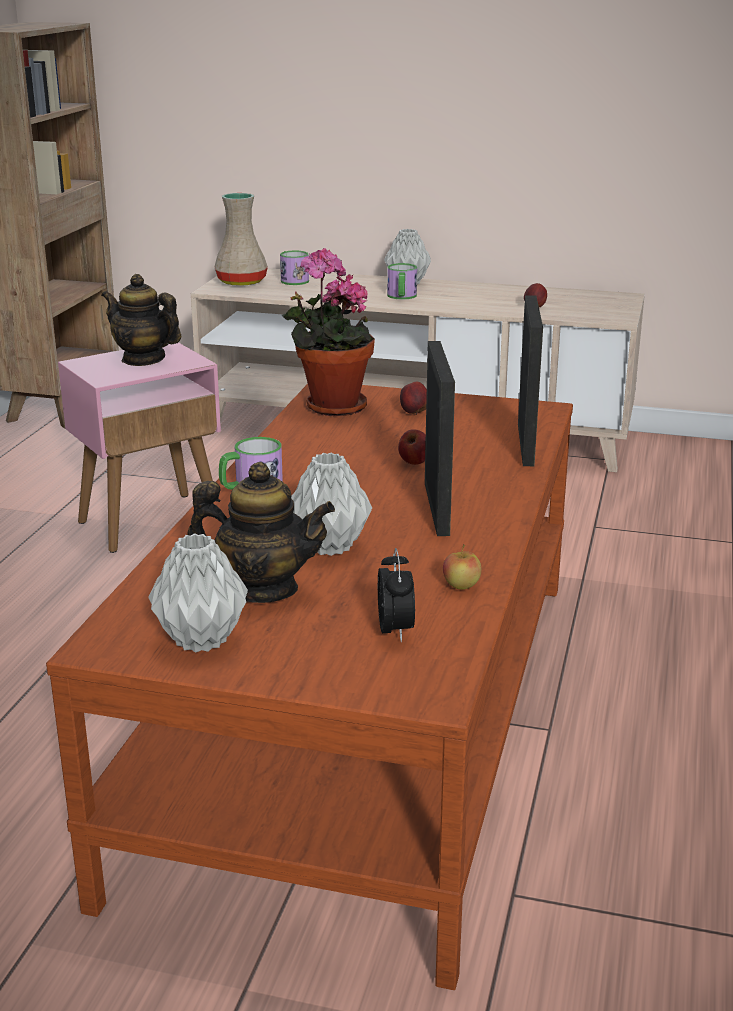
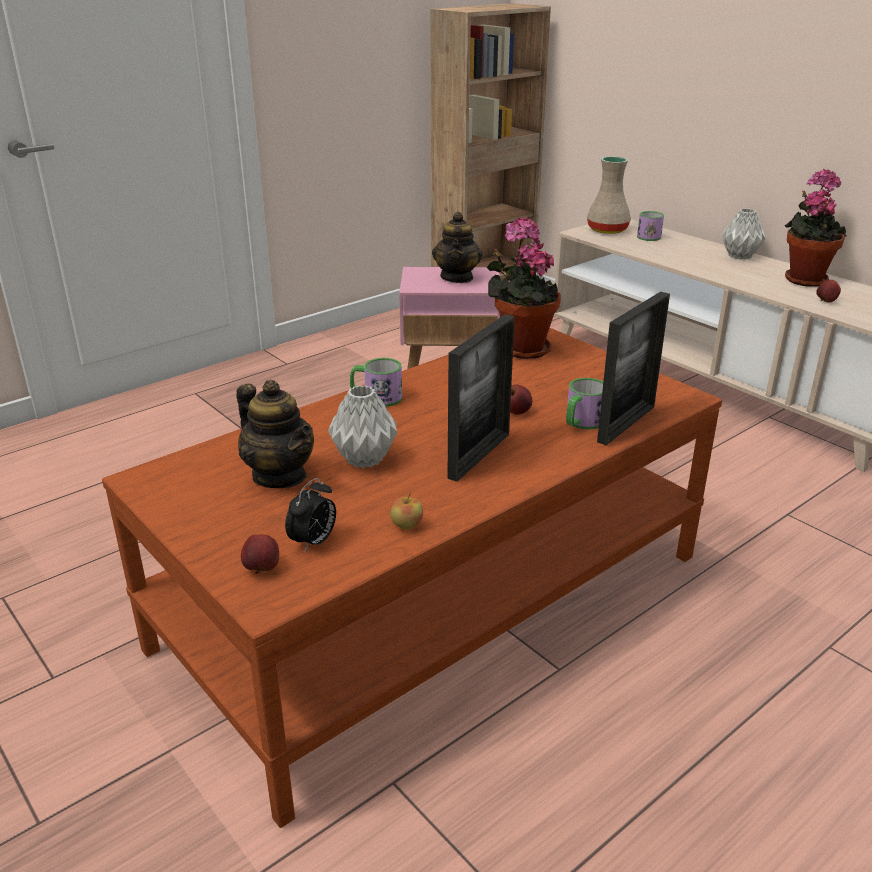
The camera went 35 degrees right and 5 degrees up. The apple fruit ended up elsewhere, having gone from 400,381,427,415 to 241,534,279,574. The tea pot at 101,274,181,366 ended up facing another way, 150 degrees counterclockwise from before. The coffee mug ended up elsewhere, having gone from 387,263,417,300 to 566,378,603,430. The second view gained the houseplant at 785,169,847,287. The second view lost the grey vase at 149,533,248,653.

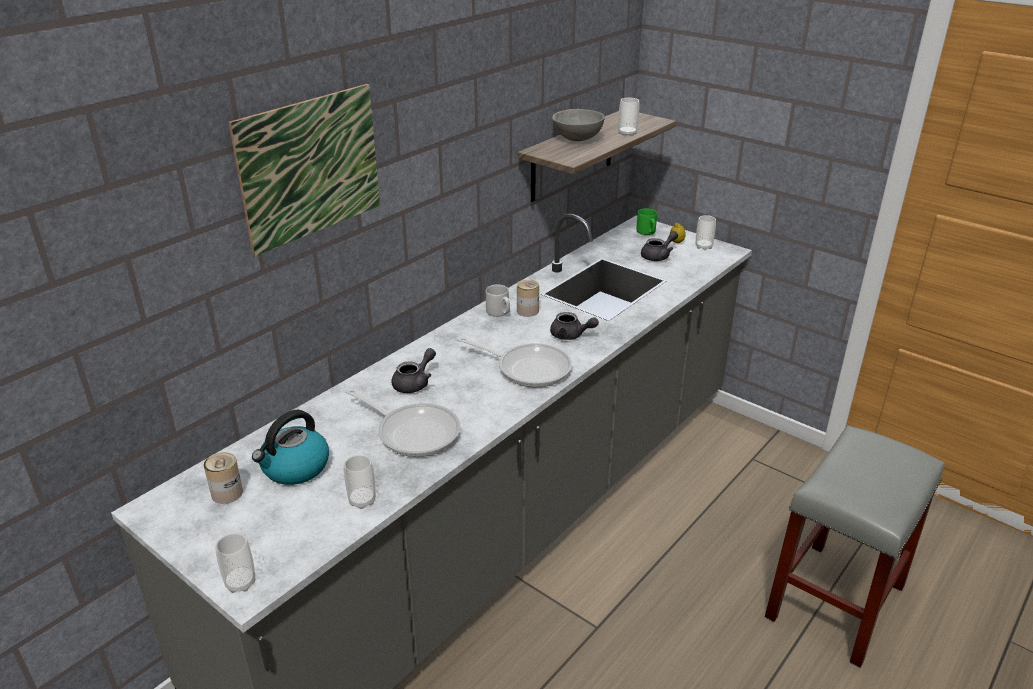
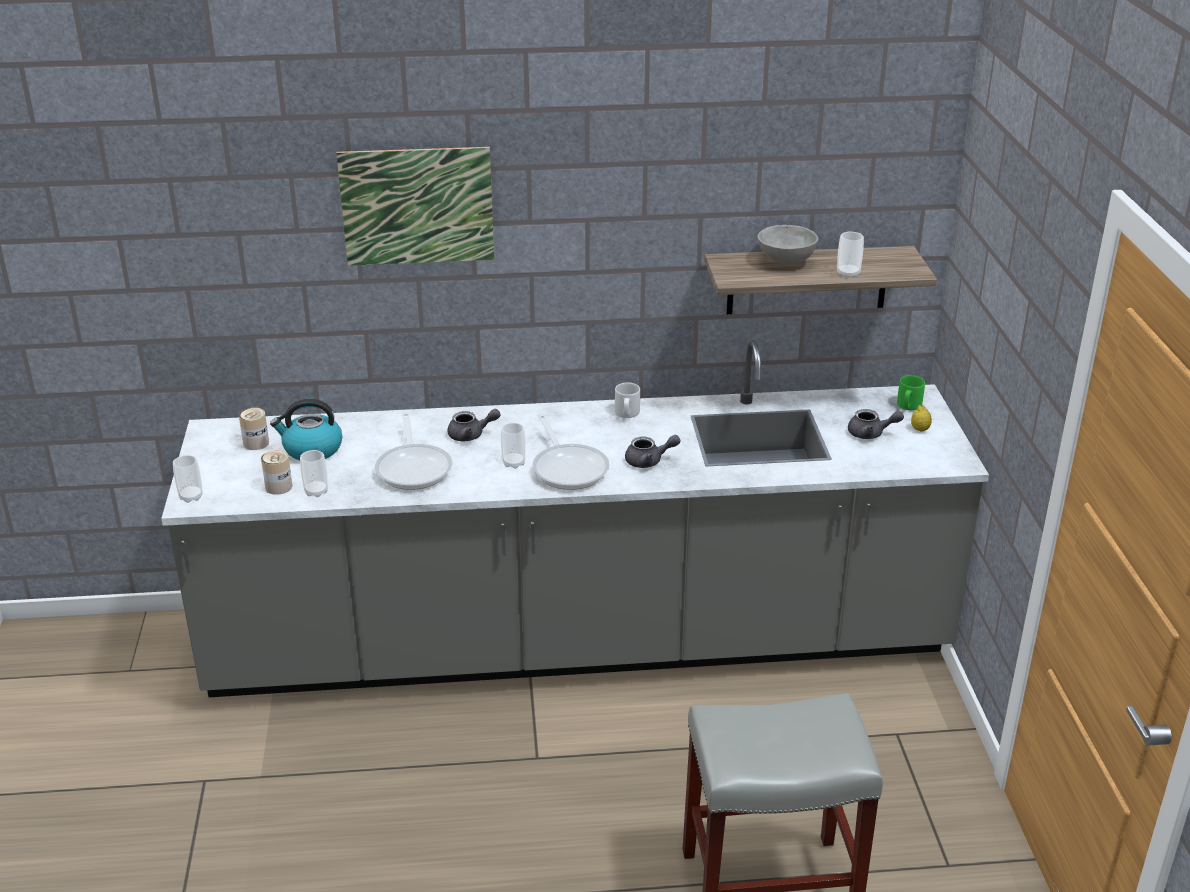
The camera went 45 degrees right and 0 degrees up. The can ended up elsewhere, having gone from 517,280,539,317 to 261,450,292,495. The small cup ended up elsewhere, having gone from 696,215,716,250 to 501,423,525,469. The grey tea pot at 550,312,599,340 ended up facing another way, 75 degrees counterclockwise from before.

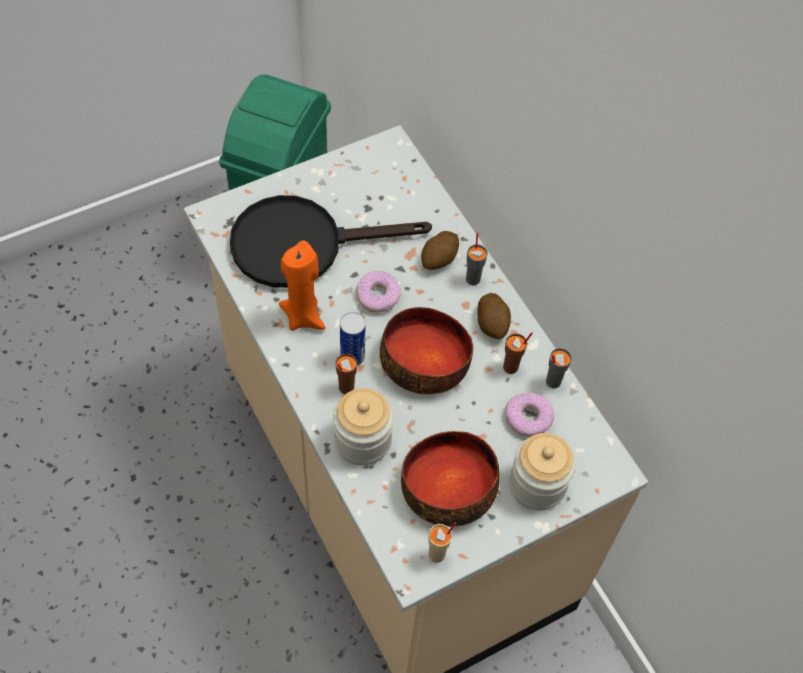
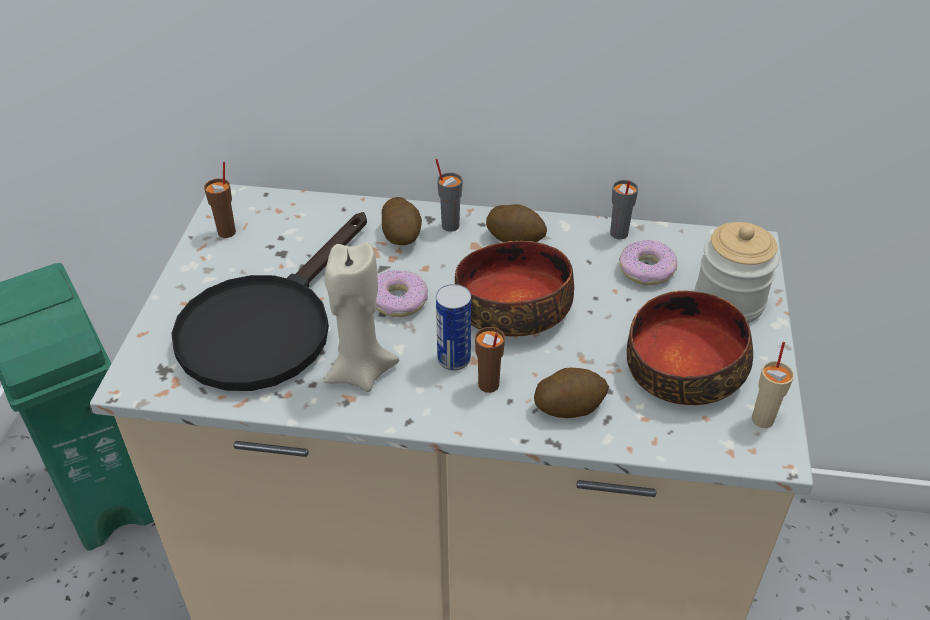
The camera went 50 degrees left and 15 degrees down. The brown small cup ended up elsewhere, having gone from 503,332,533,374 to 204,162,236,238. What was the orangey wax light at 278,240,325,331 turned into the beige-coloured wax light at 324,242,399,392. Where the jar stood at 333,388,393,465, the whole potato came to stand at 534,367,609,418.

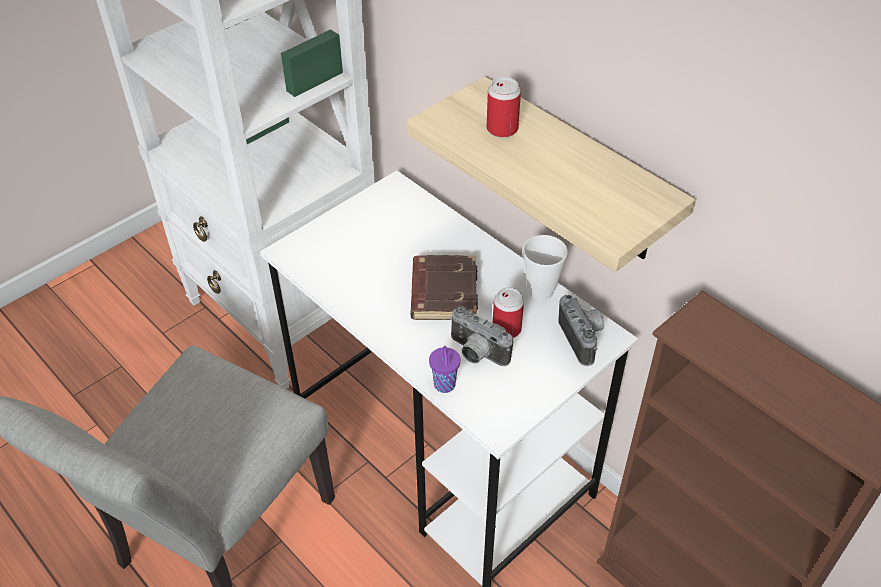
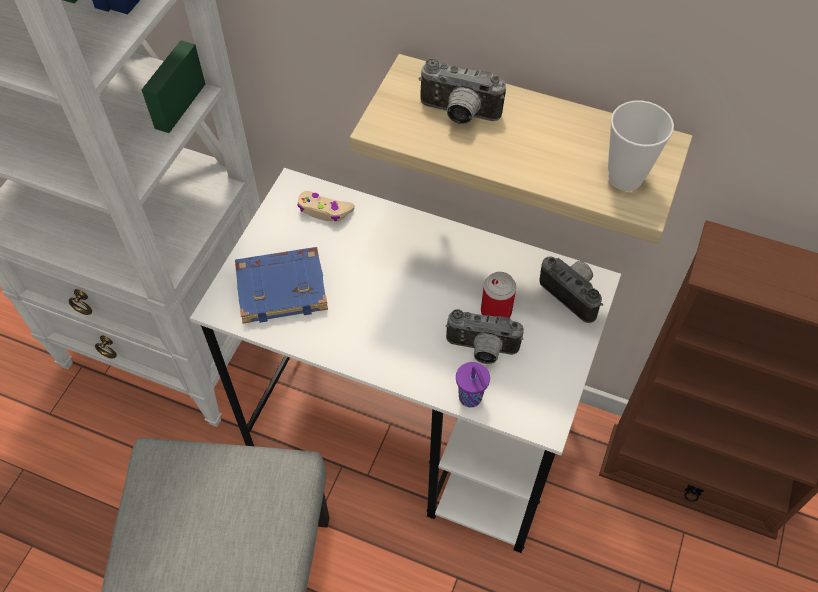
The camera went 25 degrees left and 10 degrees up. The second view gained the blue-coloured volume at 235,247,328,323. The second view gained the beige-coloured gamepad at 297,191,355,221. Where the can stood at 486,77,521,137, the photo camera came to stand at 419,59,506,125. The small cup ended up elsewhere, having gone from 523,235,568,301 to 608,101,674,191. The second view lost the brown volume at 411,255,478,320.

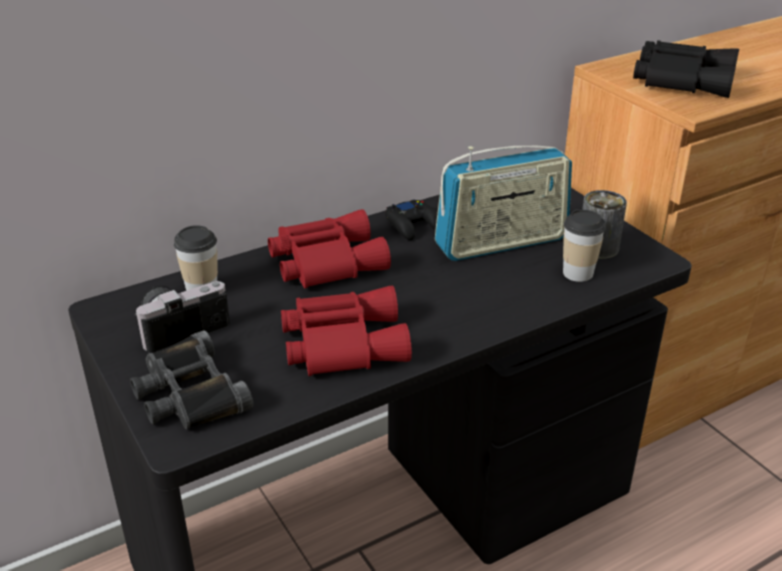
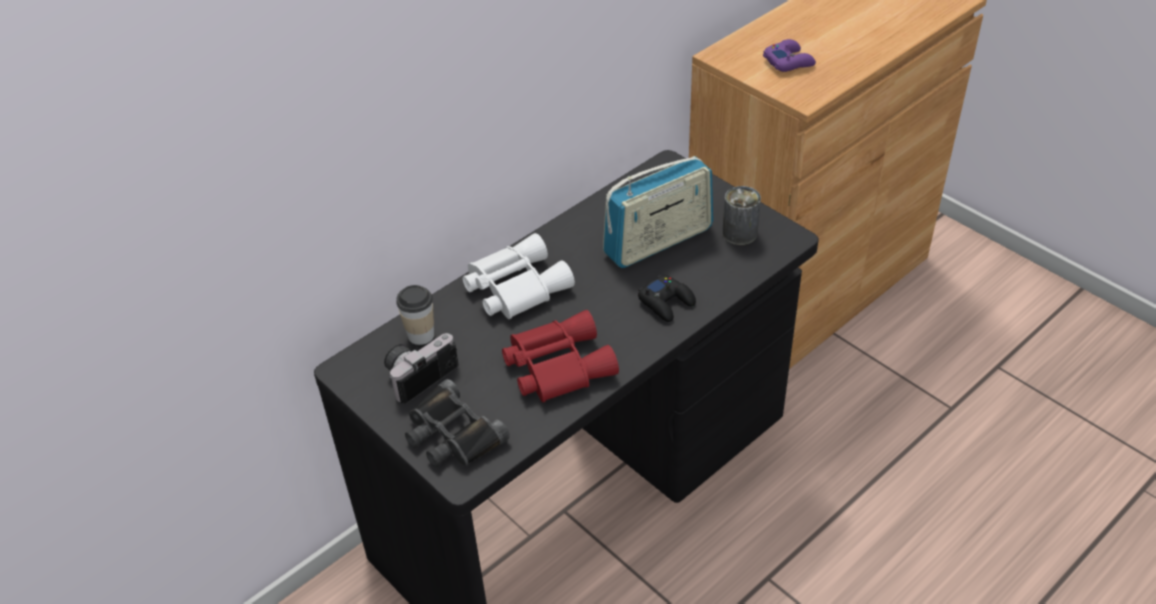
The camera went 10 degrees left and 10 degrees up. What was the red-coloured binoculars at 268,209,391,288 turned into the white-coloured binoculars at 462,233,575,319. The black-coloured gamepad ended up elsewhere, having gone from 385,199,438,240 to 638,275,696,322. Where the black-coloured binoculars stood at 633,40,739,98, the purplish gamepad came to stand at 763,39,816,72. The second view lost the small cup at 563,209,606,282.

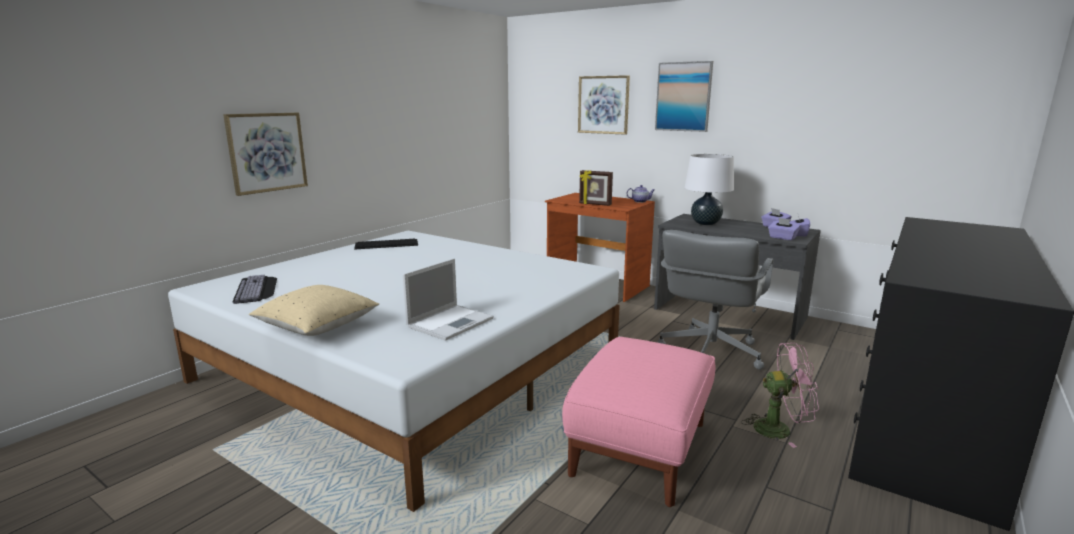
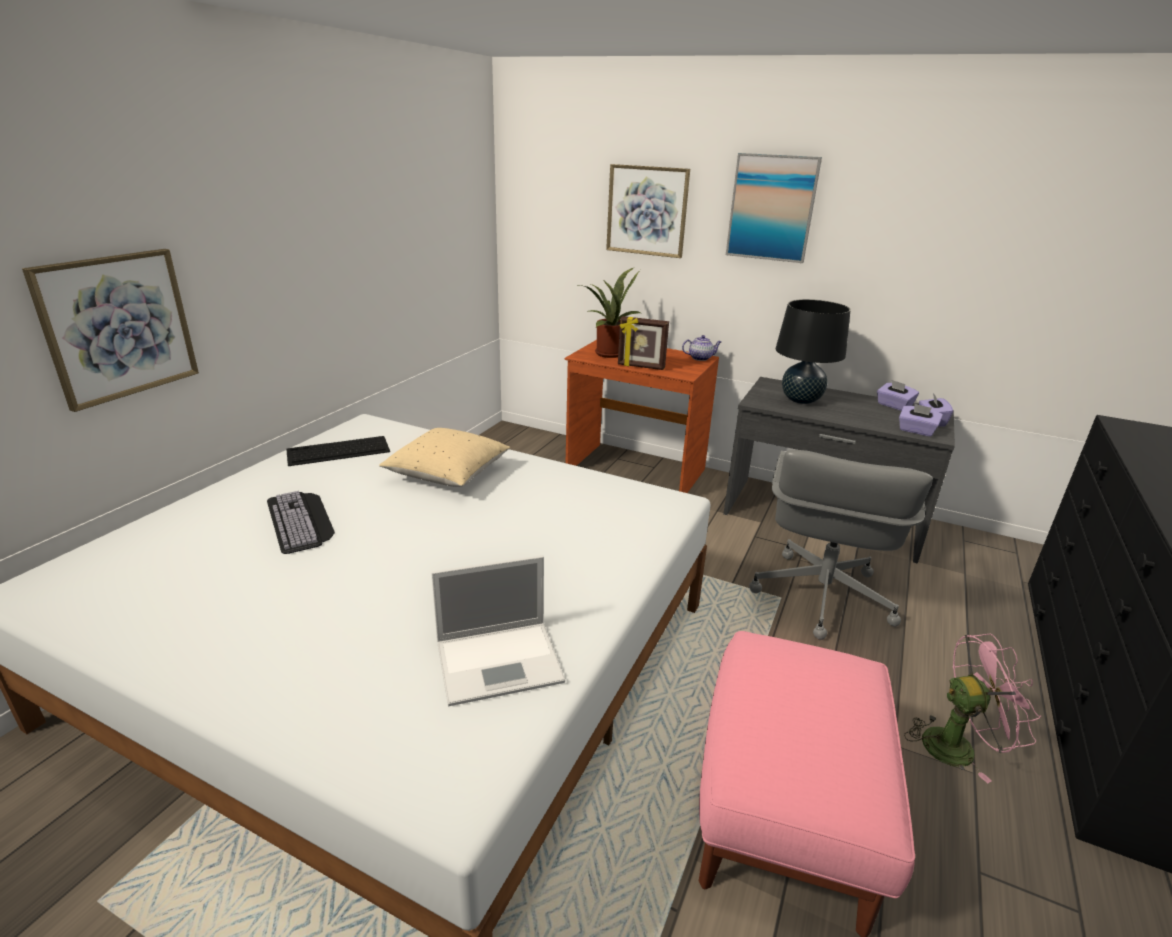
The camera went 10 degrees left and 10 degrees up. The keyboard ended up elsewhere, having gone from 232,275,277,304 to 267,491,335,554. The beige-coloured cushion ended up elsewhere, having gone from 249,285,379,336 to 379,428,510,487. The laptop at 403,259,494,341 ended up facing another way, 45 degrees clockwise from before. The second view gained the houseplant at 576,267,643,358. What was the white-coloured lamp for a table at 685,154,734,225 turned into the black-coloured lamp for a table at 776,299,851,404.

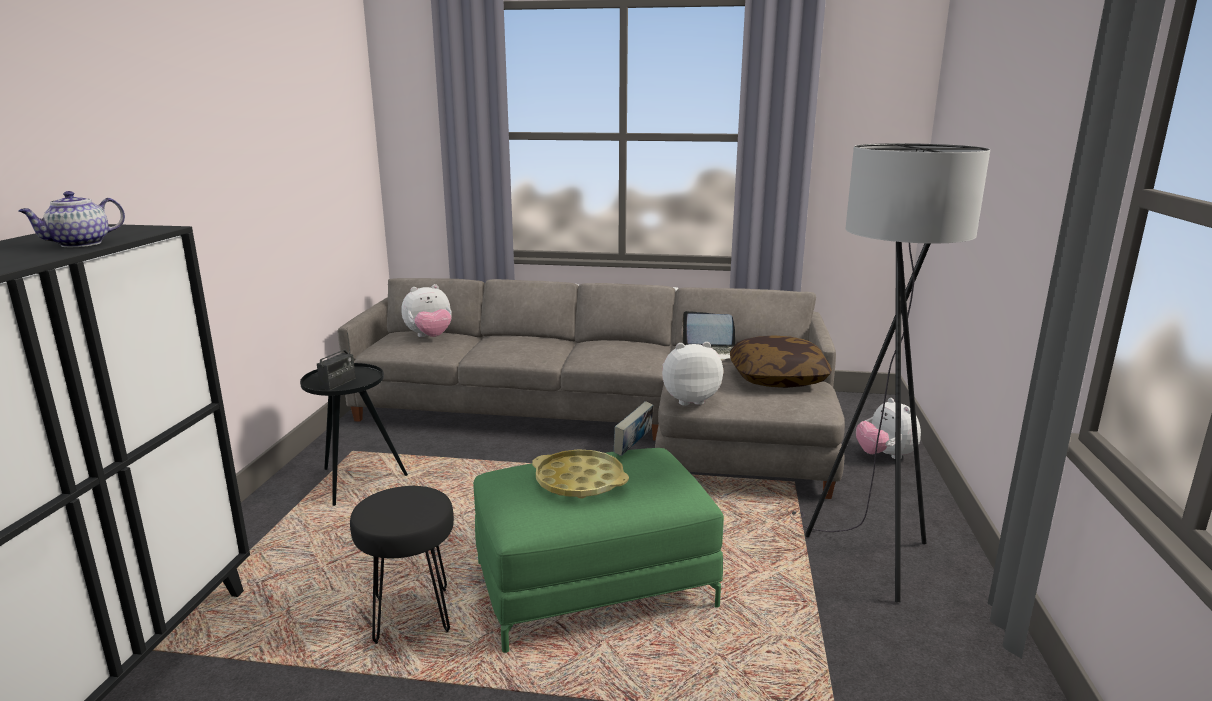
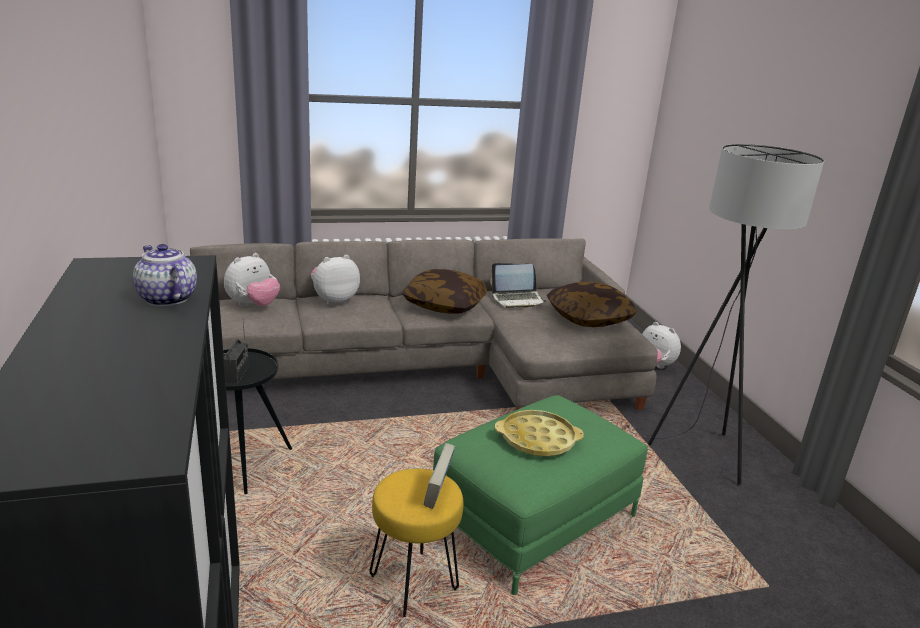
The camera went 25 degrees left and 5 degrees up. The tea pot at 18,191,125,247 ended up facing another way, 120 degrees clockwise from before. The cuddly toy ended up elsewhere, having gone from 662,342,723,406 to 311,255,360,305. What was the black-coloured sitting stool at 350,486,454,644 turned into the yellow sitting stool at 369,469,463,617. The second view gained the cushion at 403,269,487,314. The volume ended up elsewhere, having gone from 614,401,654,456 to 424,443,455,509.

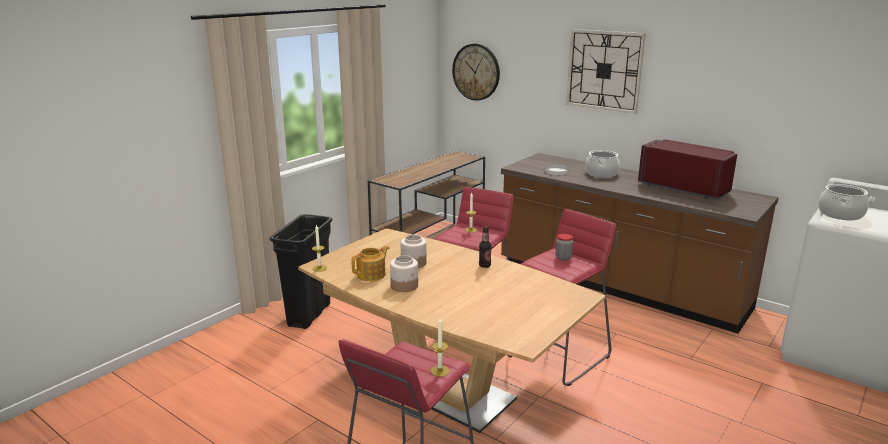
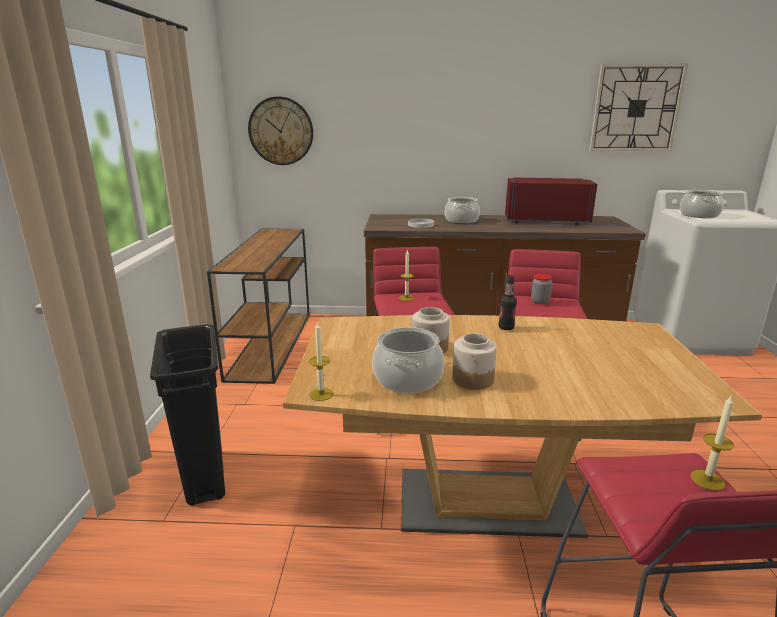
The camera went 35 degrees left and 0 degrees up. Where the tea pot stood at 351,246,389,281, the cooking pot came to stand at 372,327,444,393. The wall clock ended up elsewhere, having gone from 566,29,646,114 to 589,64,688,151.

